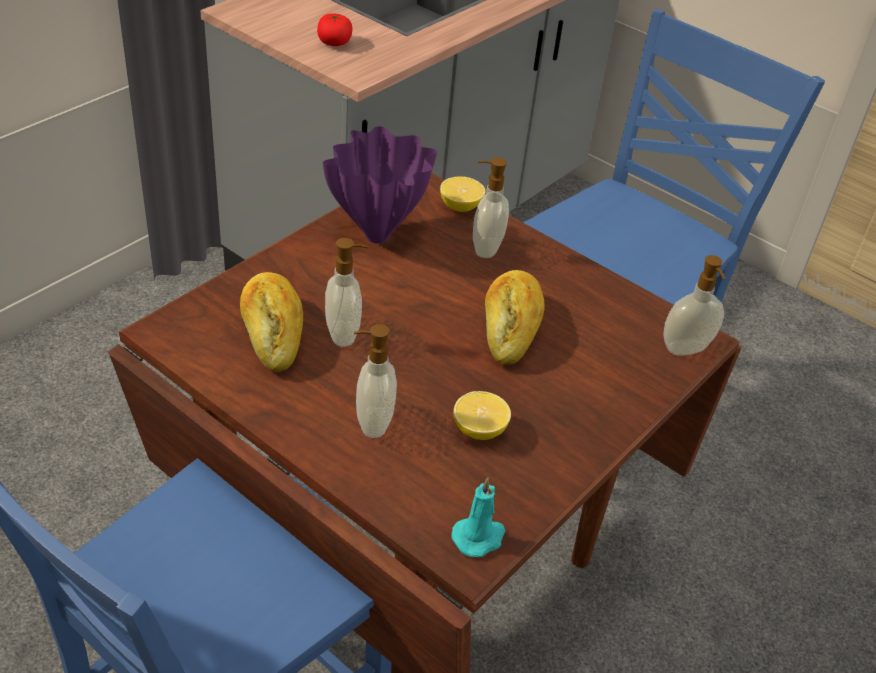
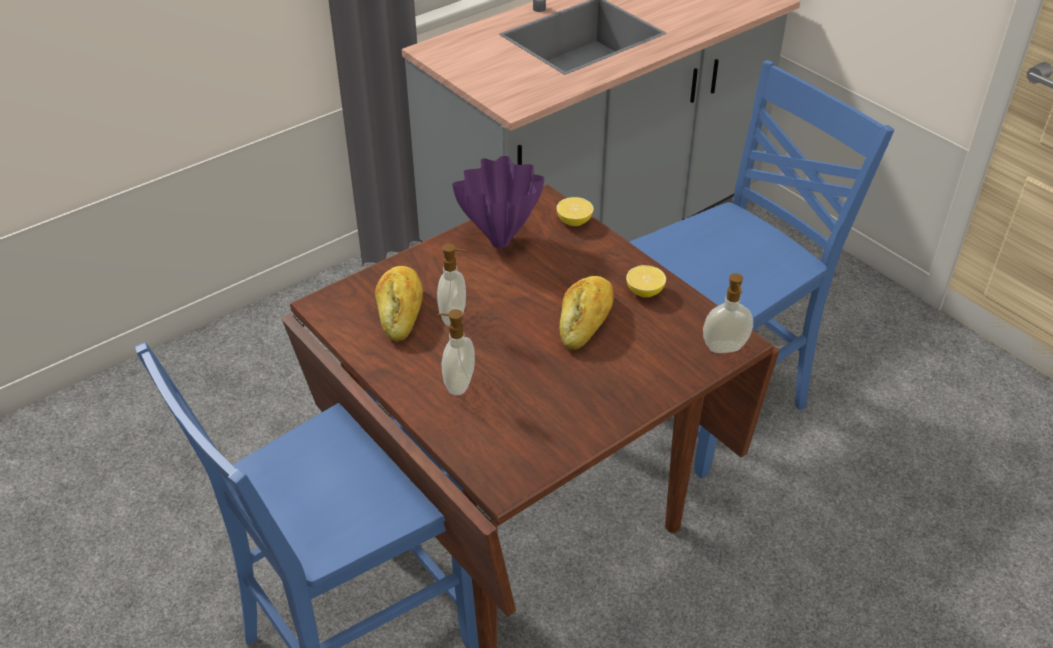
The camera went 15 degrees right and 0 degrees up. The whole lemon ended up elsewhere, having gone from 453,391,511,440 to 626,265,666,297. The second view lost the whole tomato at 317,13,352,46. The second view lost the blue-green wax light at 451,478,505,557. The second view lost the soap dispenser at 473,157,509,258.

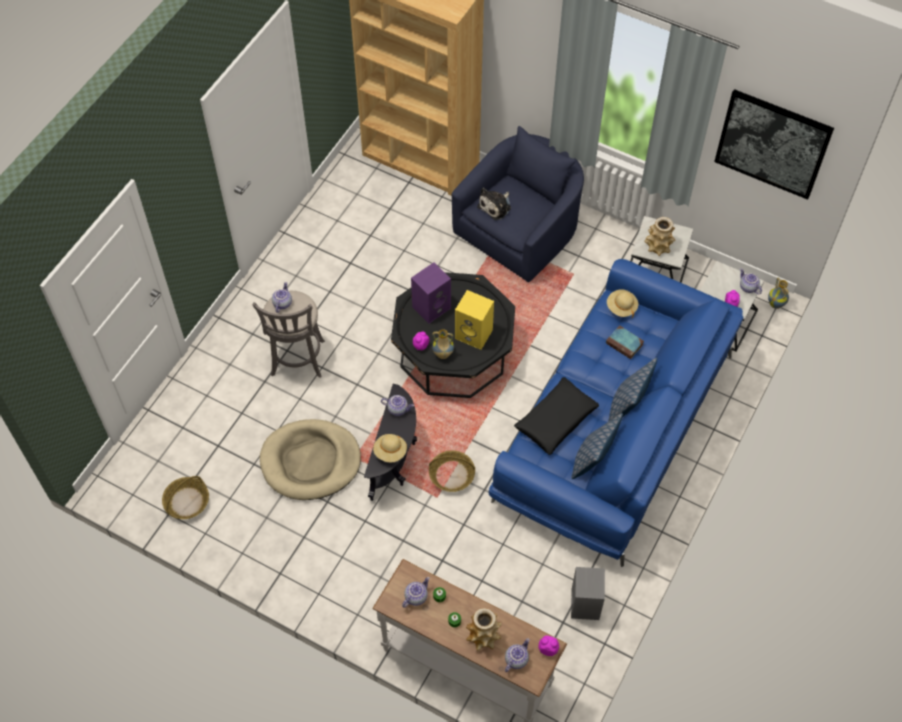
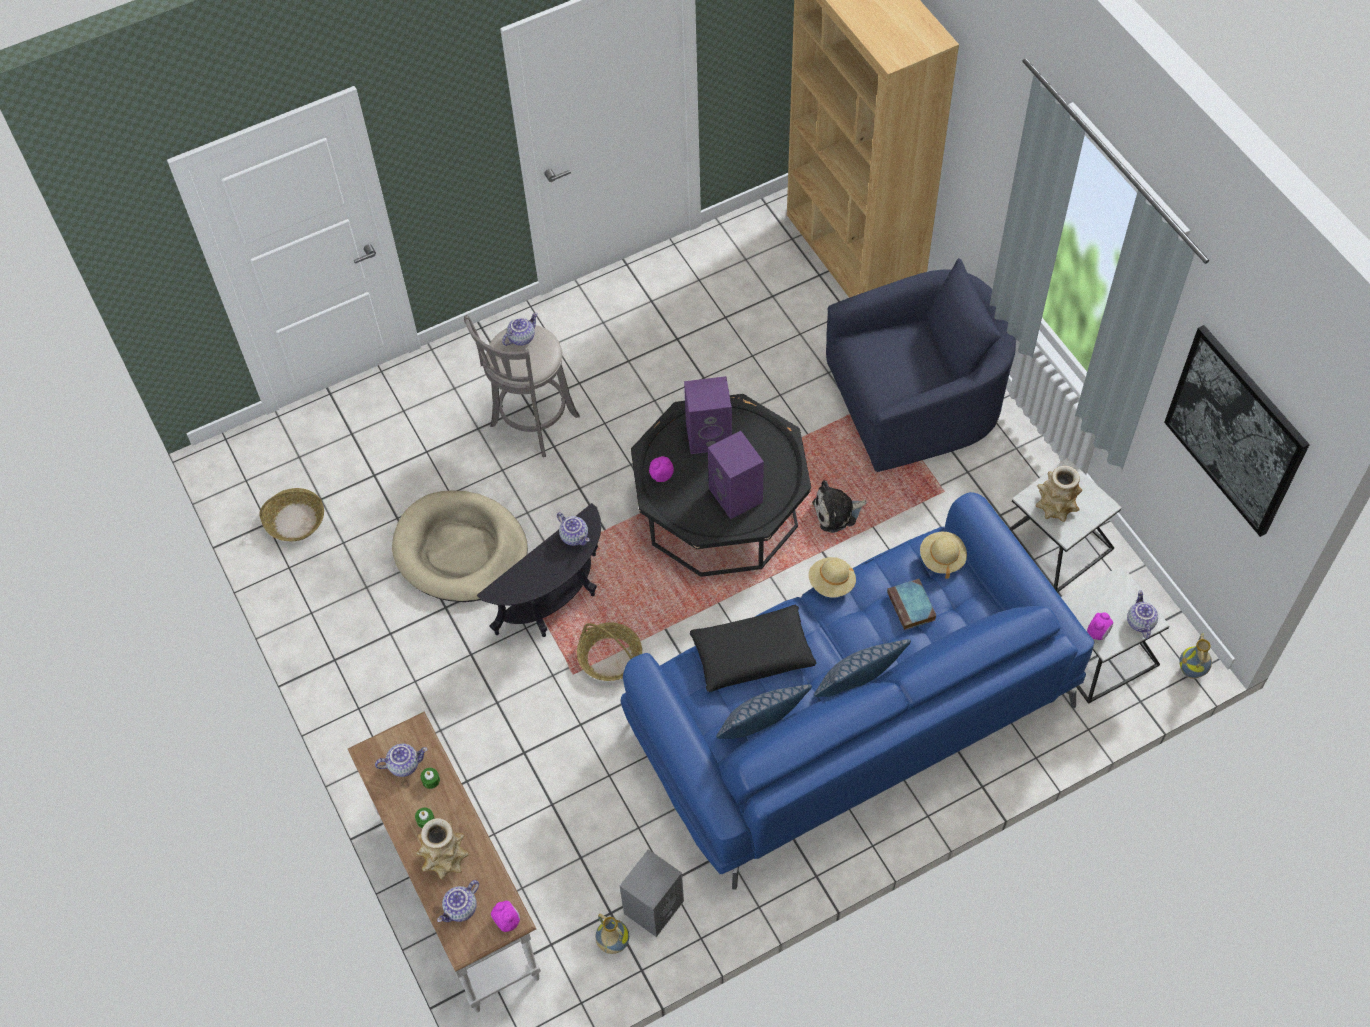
The camera went 35 degrees right and 0 degrees up. The tea pot at 505,638,530,672 ended up facing another way, 150 degrees clockwise from before. The vase ended up elsewhere, having gone from 432,329,454,359 to 596,914,629,954. What was the yellow loudspeaker at 455,290,494,350 turned into the purplish loudspeaker at 708,431,764,519. The beige-coloured clothing hat ended up elsewhere, having gone from 373,434,407,463 to 809,557,856,598. The cuddly toy ended up elsewhere, having gone from 477,188,511,220 to 812,480,867,533.

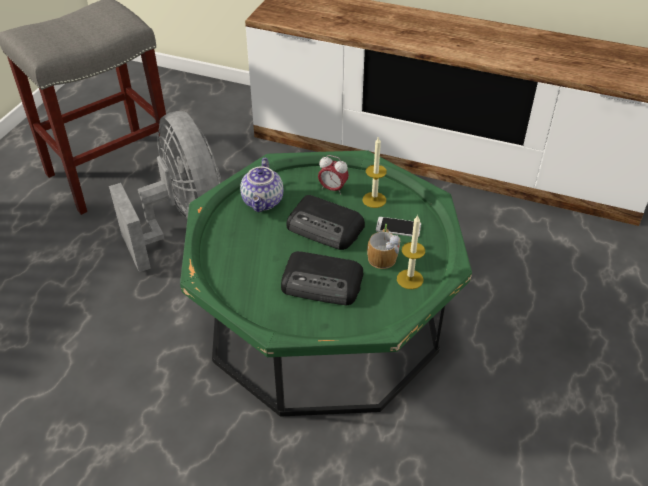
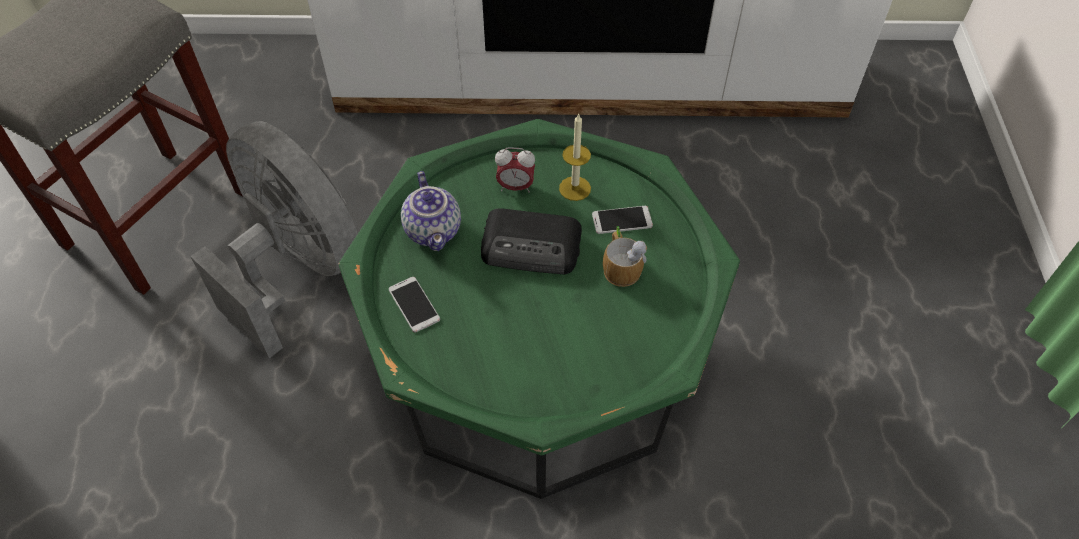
The camera went 20 degrees left and 10 degrees up. The second view gained the telephone at 389,277,440,332. The second view lost the radio set at 281,251,363,305. The second view lost the wax light at 397,215,425,289.

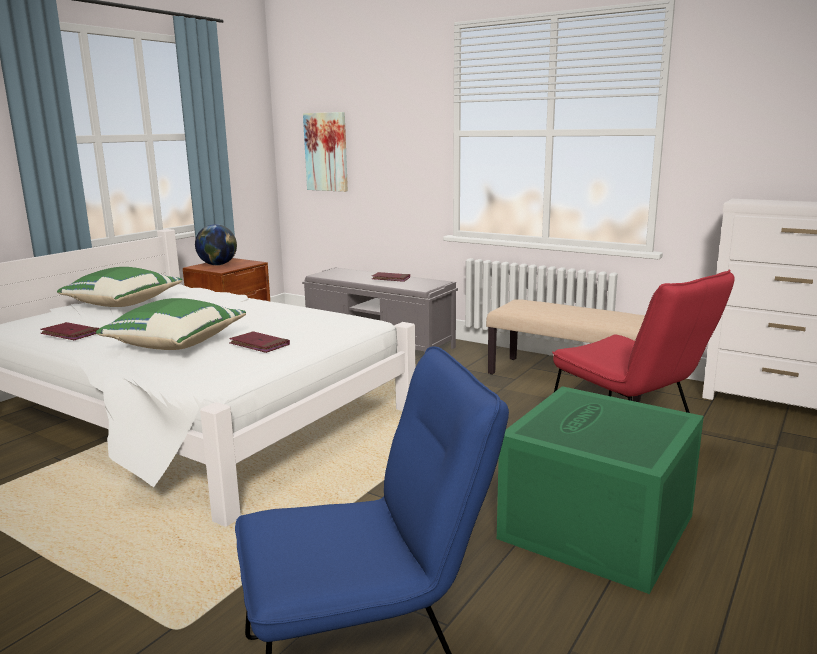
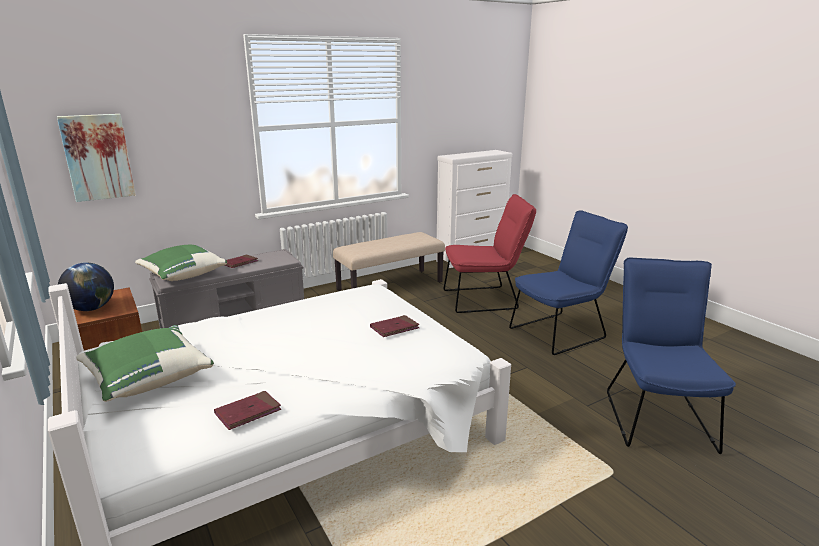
The camera went 65 degrees left and 5 degrees up. The greenish cushion ended up elsewhere, having gone from 96,298,246,350 to 135,245,227,281. Where the greenish storage bin stood at 497,386,704,594, the blue-coloured plain chair came to stand at 509,210,628,355.

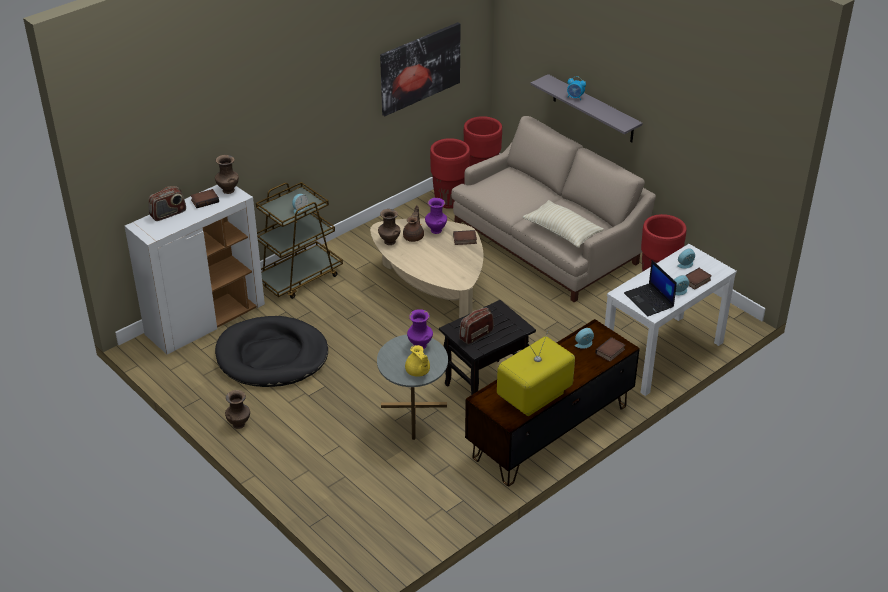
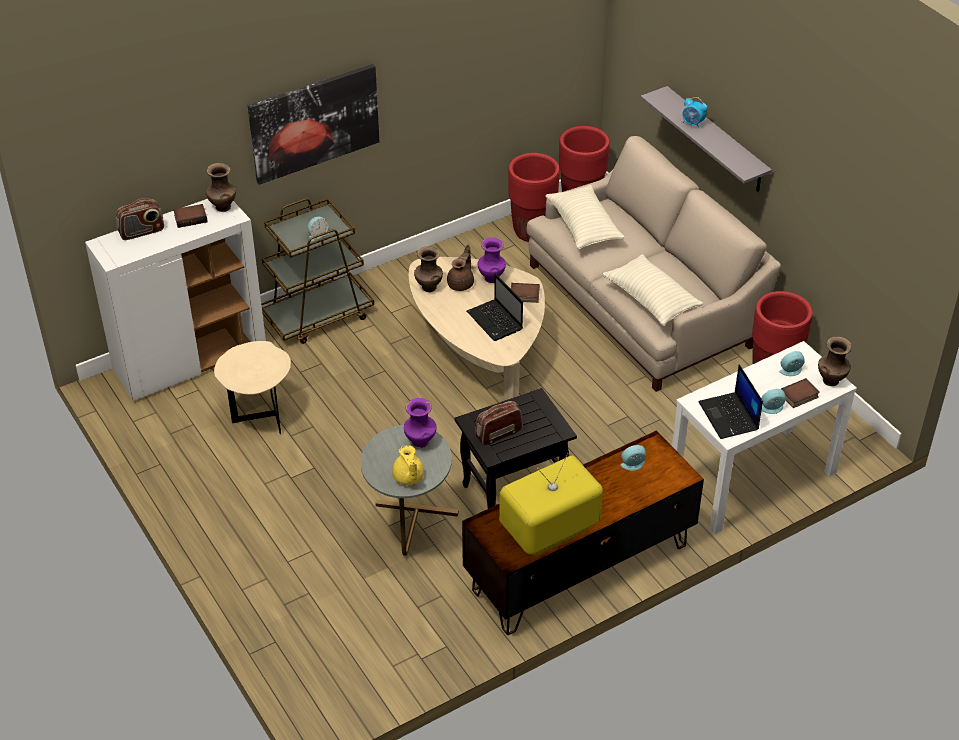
The camera went 10 degrees right and 5 degrees up. Where the black-coloured dog bed stood at 215,316,328,387, the beige-coloured side table came to stand at 214,341,291,434. The wall art ended up elsewhere, having gone from 380,22,461,116 to 248,64,379,185. The second view gained the laptop at 467,273,523,341. The second view gained the beige-coloured cushion at 545,185,625,250. The brown vase ended up elsewhere, having gone from 225,390,250,429 to 818,337,852,386. The second view lost the volume at 595,337,625,362.

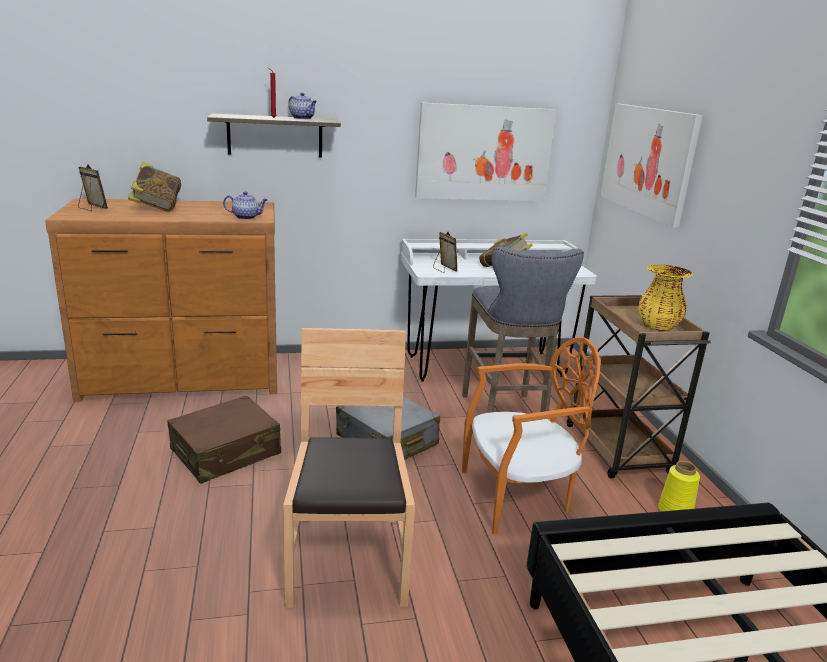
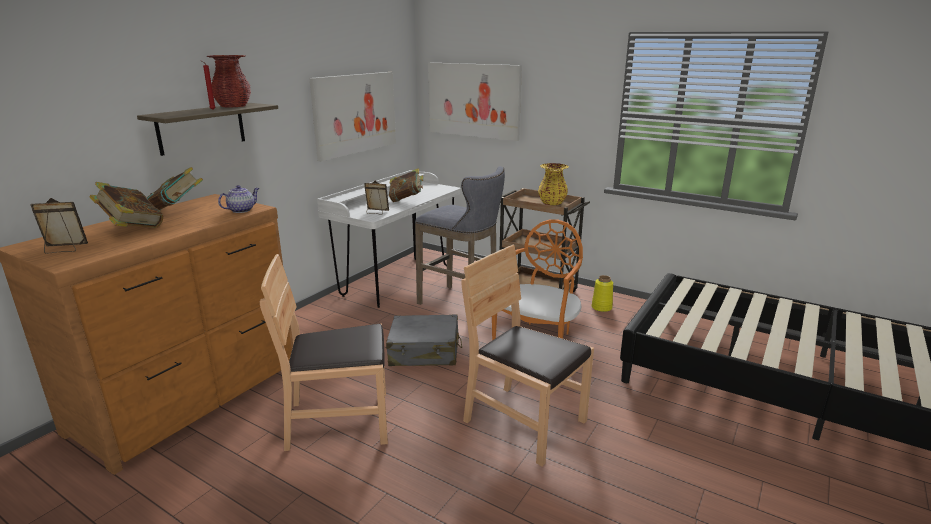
The camera went 45 degrees left and 0 degrees up. The second view gained the volume at 146,167,203,210. Where the tea pot stood at 288,93,317,119, the red-coloured vase came to stand at 207,55,251,108. Where the brown travel case stood at 167,395,281,484, the brown plain chair came to stand at 260,254,388,451.

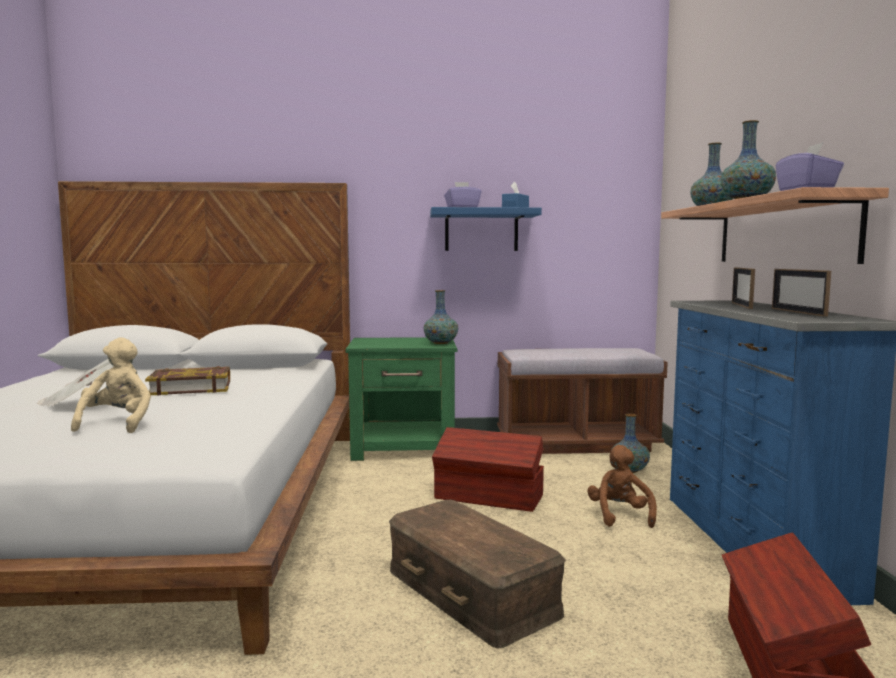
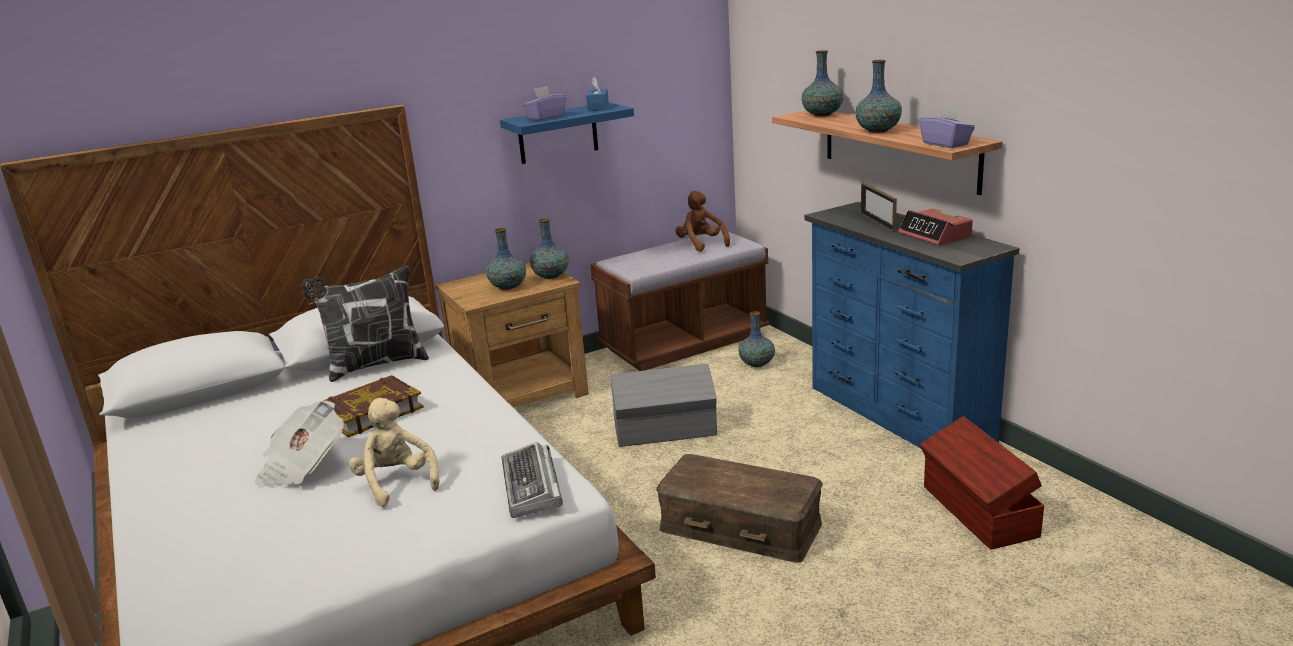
The camera went 25 degrees left and 15 degrees up. The second view gained the cushion at 302,266,429,382. What was the greenish nightstand at 345,337,457,461 turned into the brown nightstand at 435,263,589,408. The second view gained the vase at 486,228,526,290. The second view gained the keyboard at 502,442,563,518. What was the brown storage bin at 432,427,544,512 turned into the grey storage bin at 611,364,717,447. The brown cuddly toy ended up elsewhere, having gone from 587,445,657,528 to 676,191,730,252. Where the picture frame stood at 772,269,831,317, the bedside clock came to stand at 898,208,973,246.

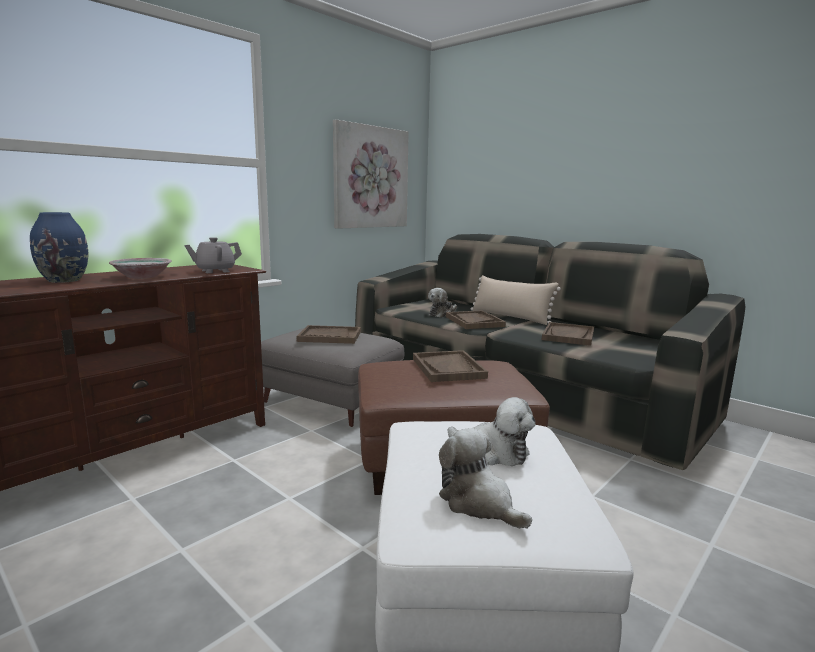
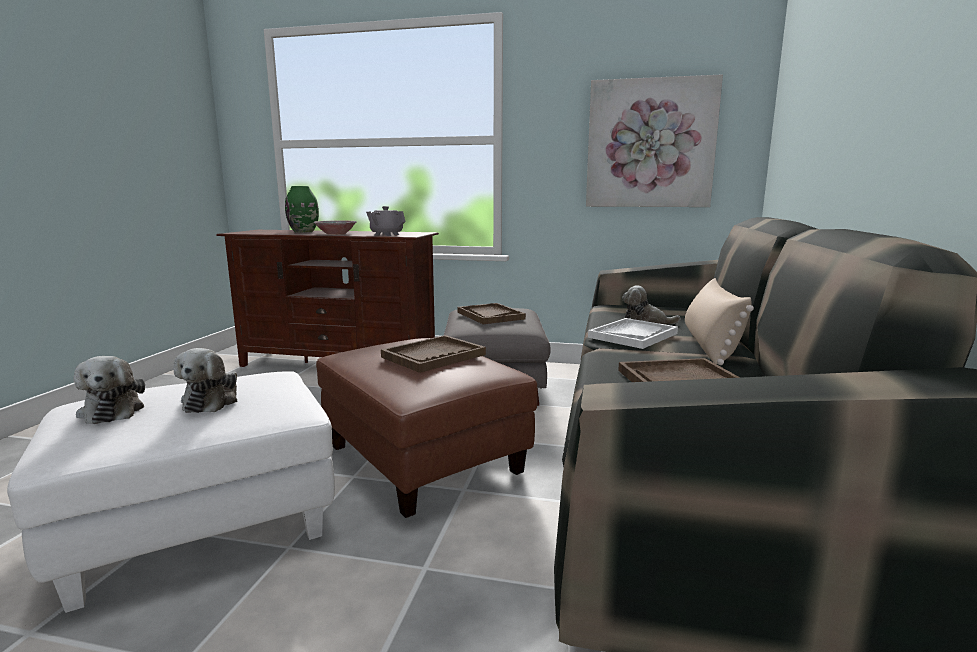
The camera went 60 degrees right and 0 degrees up. The cuddly toy at 439,428,532,528 ended up facing another way, 135 degrees clockwise from before. What was the blue-coloured vase at 30,212,88,283 turned into the greenish vase at 285,186,319,233. What was the brown serving tray at 446,310,506,329 turned into the white-coloured serving tray at 588,318,678,349.

